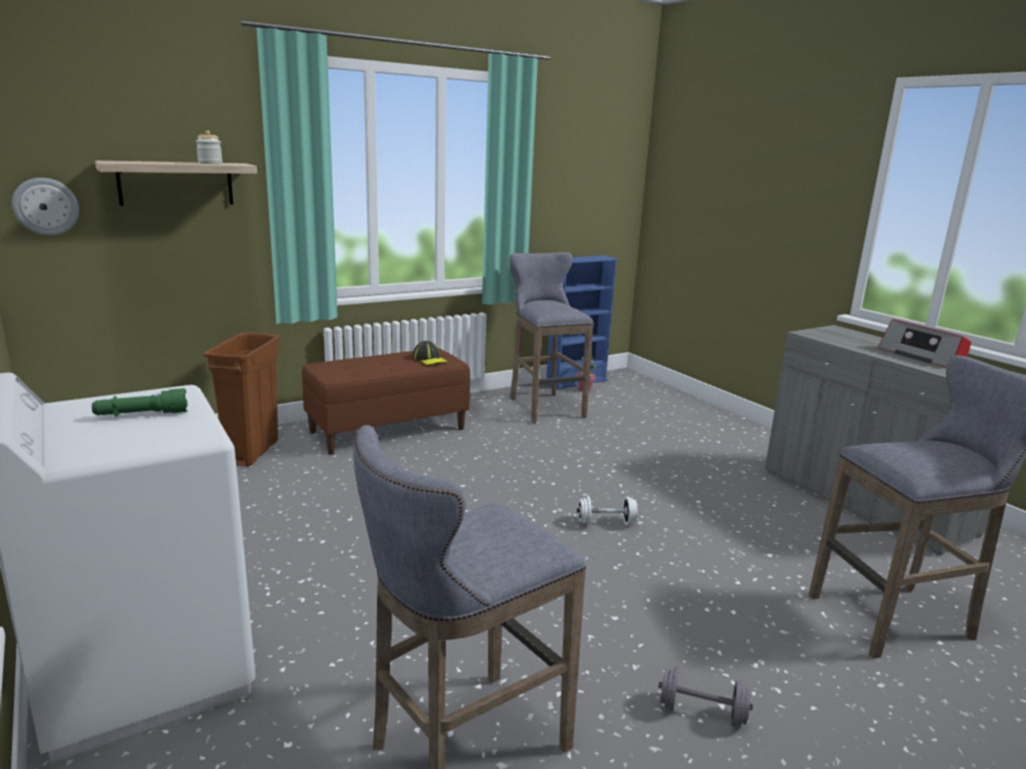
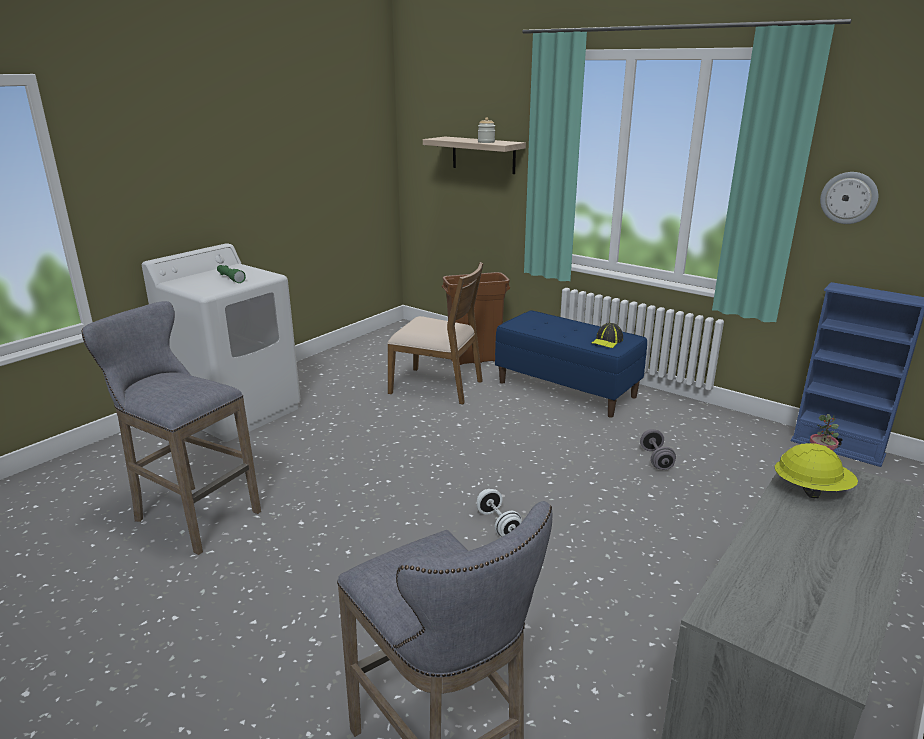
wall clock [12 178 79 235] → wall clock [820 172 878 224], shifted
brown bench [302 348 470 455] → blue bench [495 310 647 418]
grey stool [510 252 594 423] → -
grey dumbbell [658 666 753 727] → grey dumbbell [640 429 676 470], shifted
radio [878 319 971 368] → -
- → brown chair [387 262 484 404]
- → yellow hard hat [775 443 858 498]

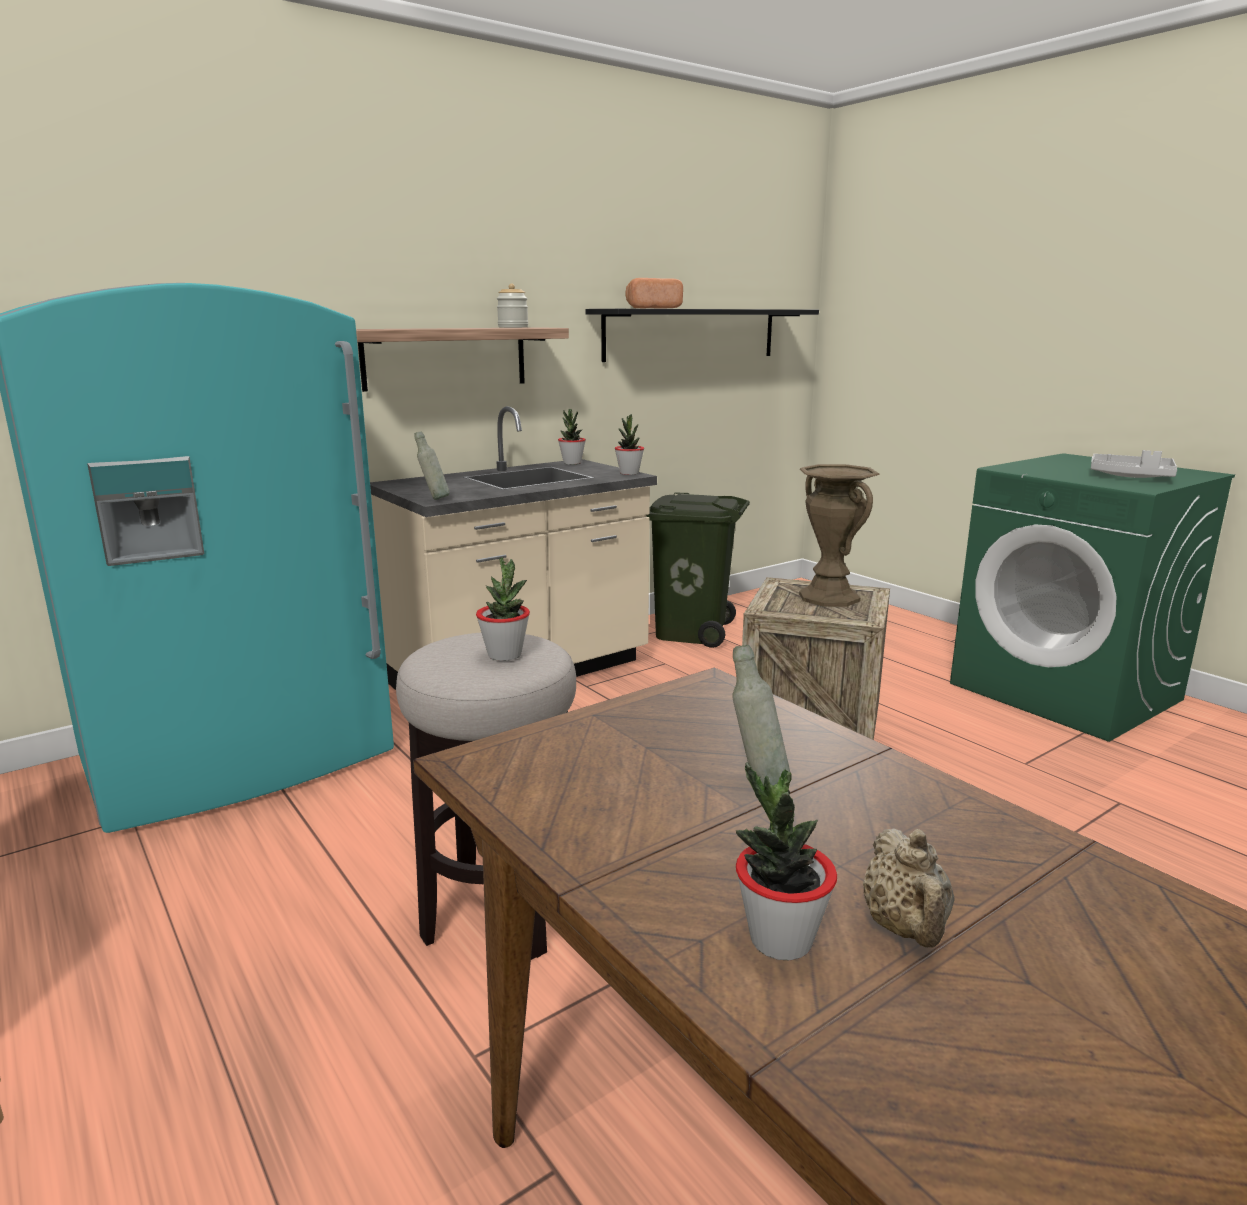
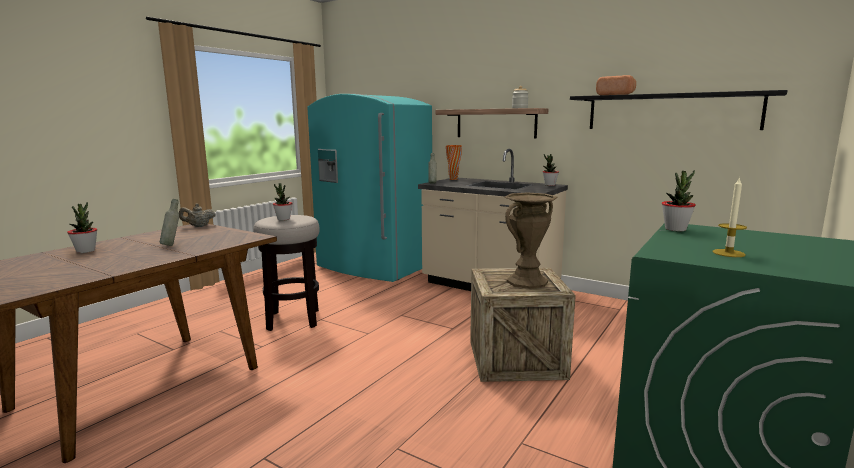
potted plant [615 414 644 475] → potted plant [662 170 696 231], shifted
green trash can [646 493 750 648] → -
beige teapot [863 828 955 948] → beige teapot [179 203 216 227], shifted
grey tray [1091 450 1177 478] → candle [712 176 747 257]
- → orange vase [446 145 462 180]

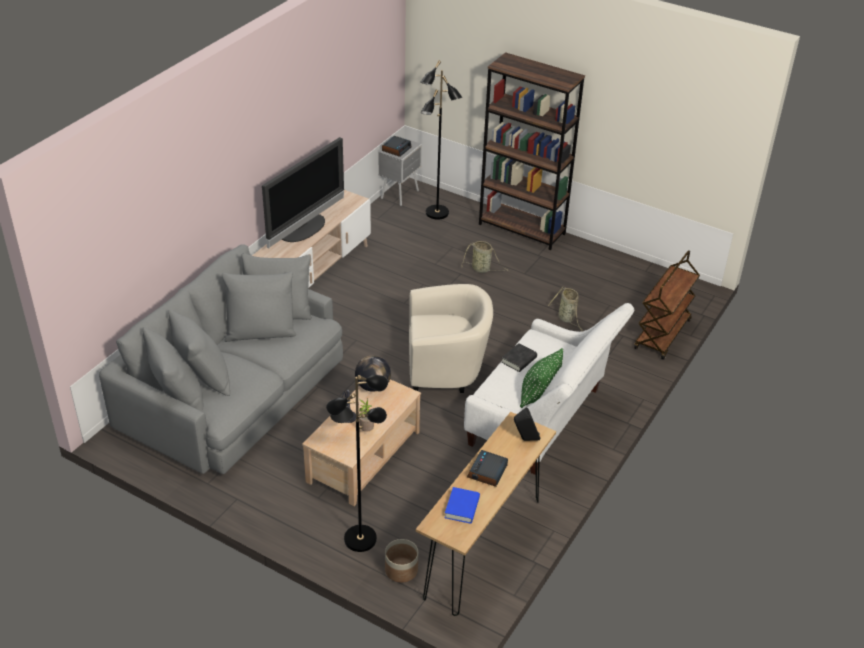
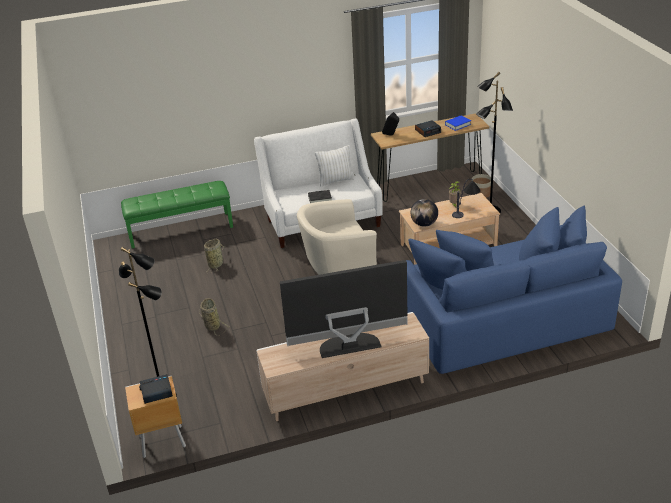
grey sofa [99 244 343 474] → blue sofa [406 206 622 374]
grey nightstand [378 136 422 206] → brown nightstand [125 376 186 458]
beige armchair [409 284 493 393] → beige armchair [297 199 377 275], 60 degrees counterclockwise
brown bookcase [479 52 585 250] → -
green pillow [520 348 563 408] → white pillow [315 145 355 187]
brown cart [634 250 700 360] → green bench [121 181 233 249]

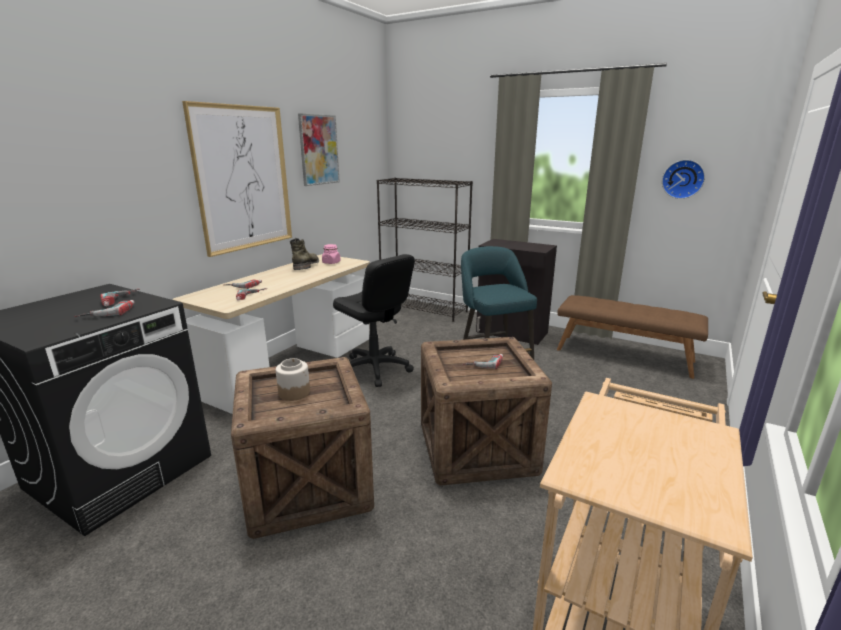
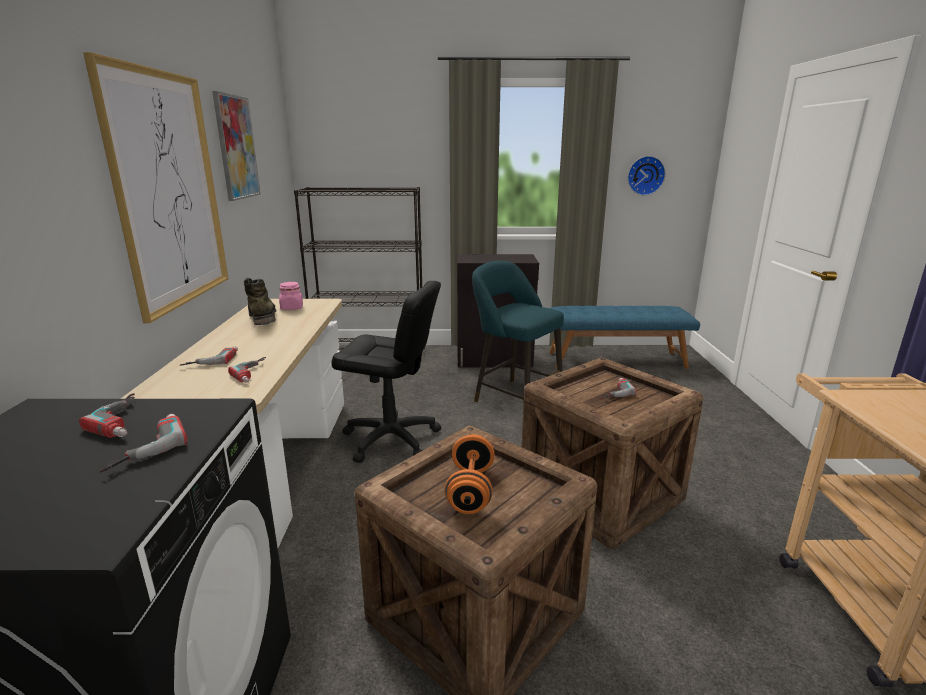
jar [276 358 310 401] → orange dumbbell [445 434 495 514]
brown bench [557 295 708 379] → blue bench [549 306 700 369]

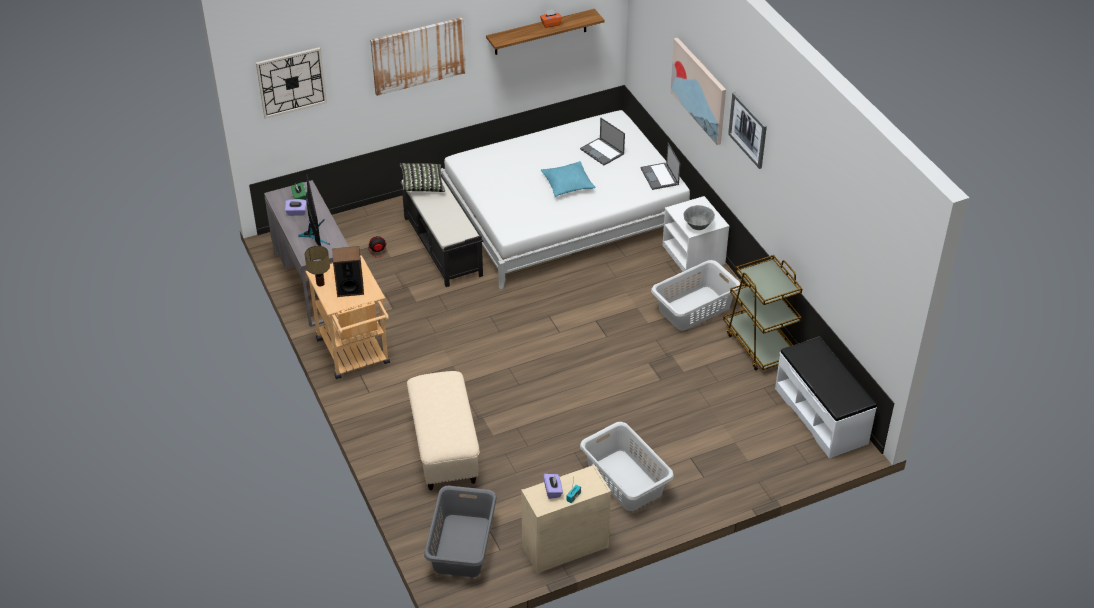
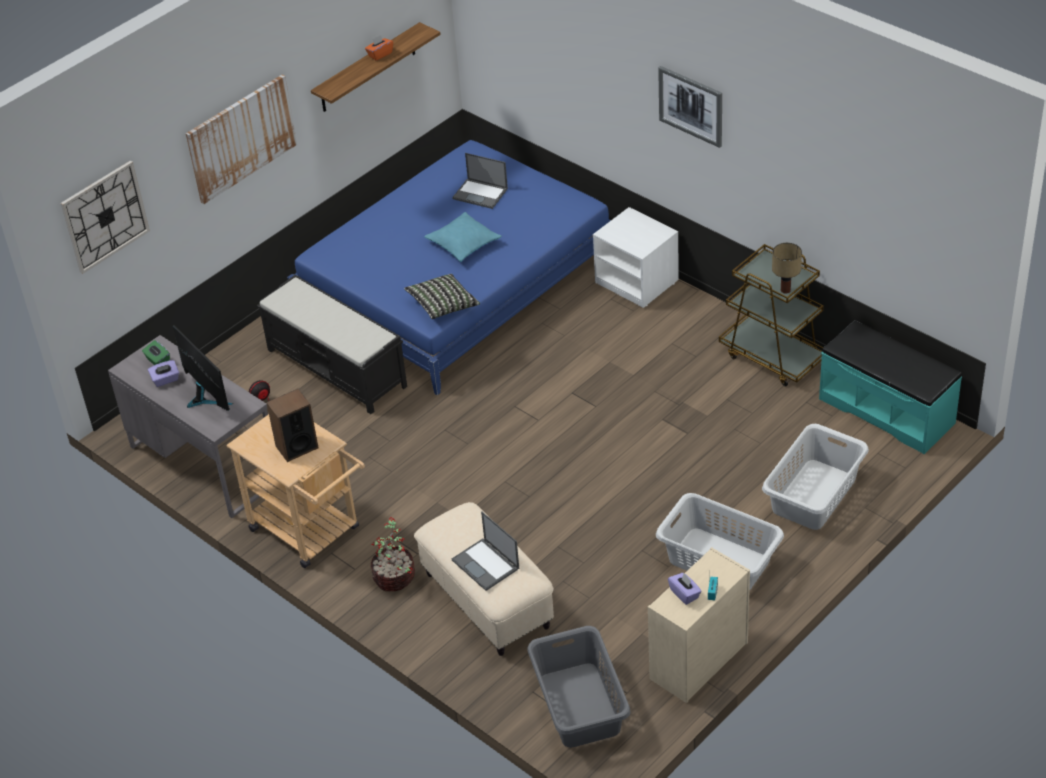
table lamp [305 246 330 286] → table lamp [772 243 802 294], shifted
pillow [400 163 445 192] → pillow [404 274 480 319], shifted
white bed [441 110 690 290] → blue bed [287 140 611 395]
laptop [640 143 681 190] → laptop [452 512 519 591], shifted
grey laundry basket [651 260 740 331] → grey laundry basket [762 424 869 530], shifted
picture [670 38 726 145] → -
grey bowl [683 205 715 230] → -
white bench [775 336 877 458] → turquoise bench [819 320 962 454]
- → potted plant [371 517 415 591]

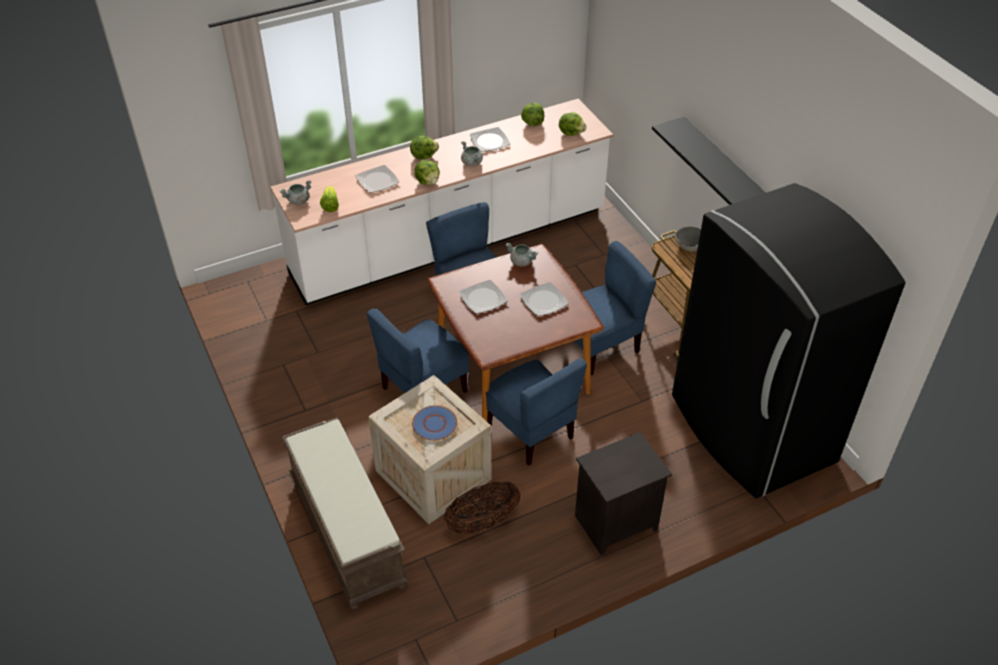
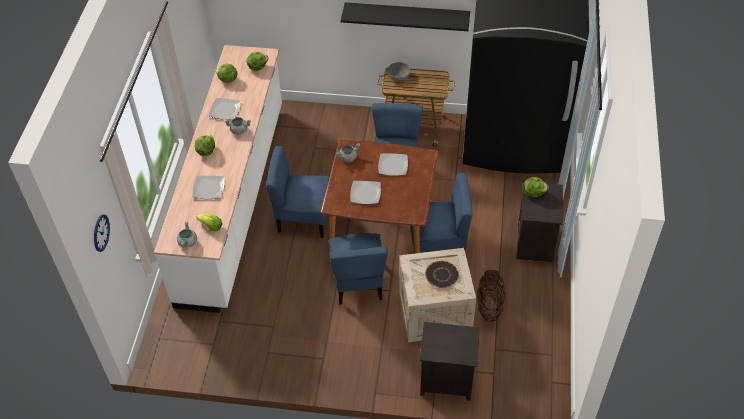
brown bench [282 417 409 610] → black nightstand [420 322 480 401]
blue plate [412 405 457 441] → black plate [425 261 459 288]
lettuce [415 160 440 185] → lettuce [524 177 548 197], shifted
- → wall clock [94 214 110 252]

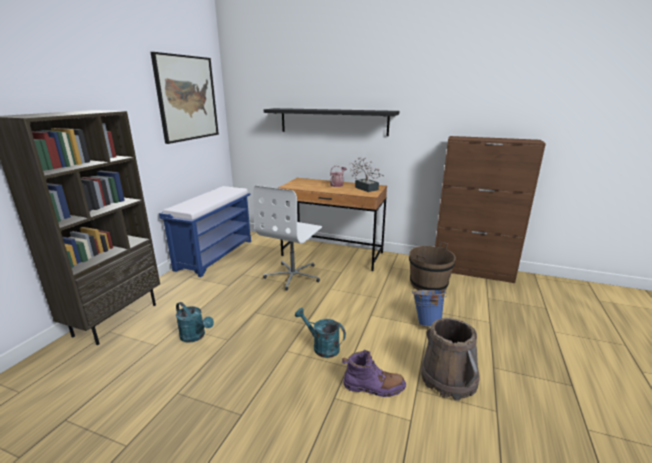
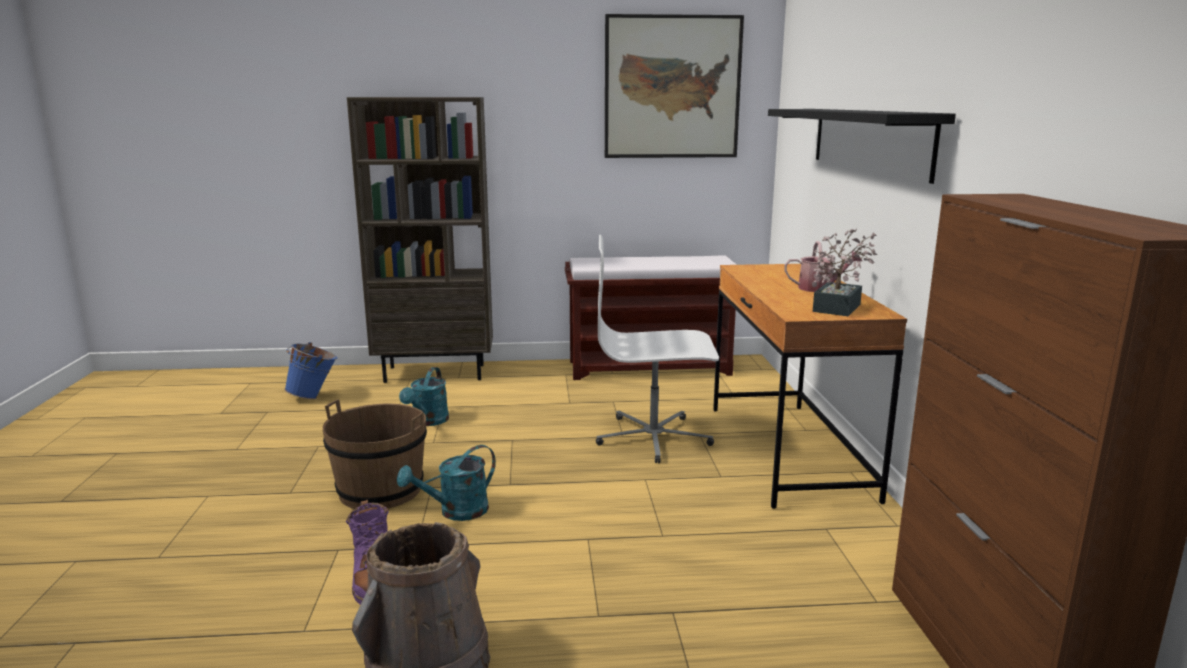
blue bench [159 186 251 277] → brown bench [565 255 737 380]
turquoise watering can [295 308 346 358] → turquoise watering can [397 445 496 521], 135 degrees counterclockwise
brown bucket [409 242 456 291] → brown bucket [323 399 427 509], shifted
blue bucket [412 289 447 327] → blue bucket [284 342 337 399], shifted

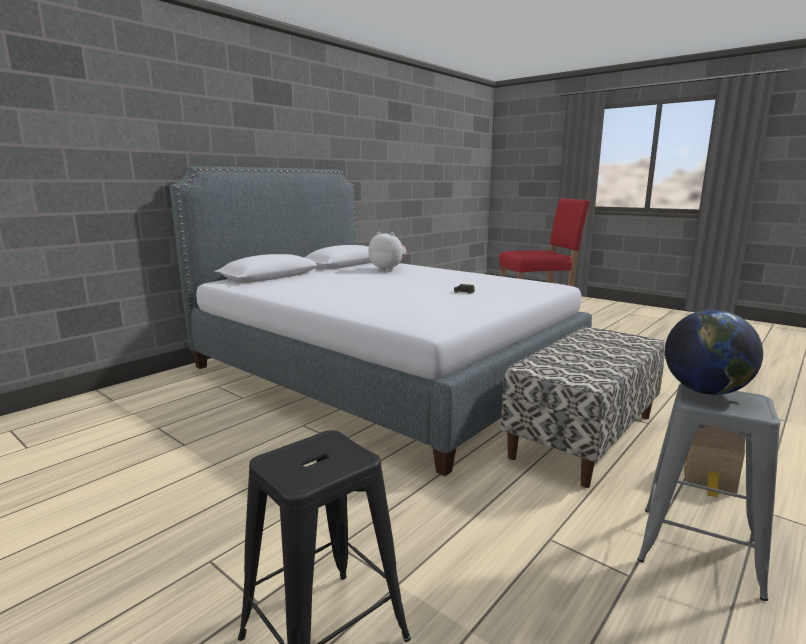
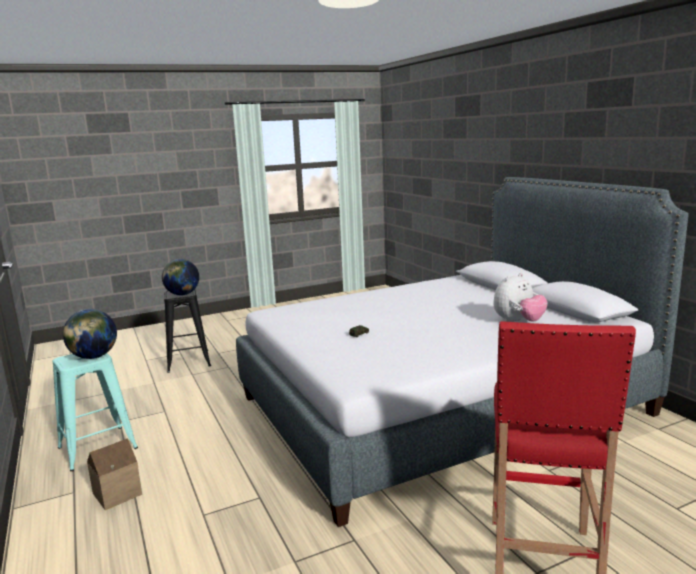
bench [501 326 665 488] → -
grey stool [637 384 780 601] → turquoise stool [53 353 138 471]
- → globe [162 259 199 296]

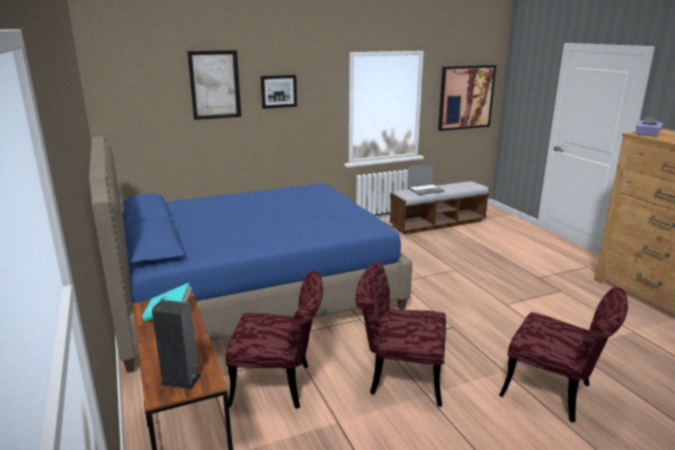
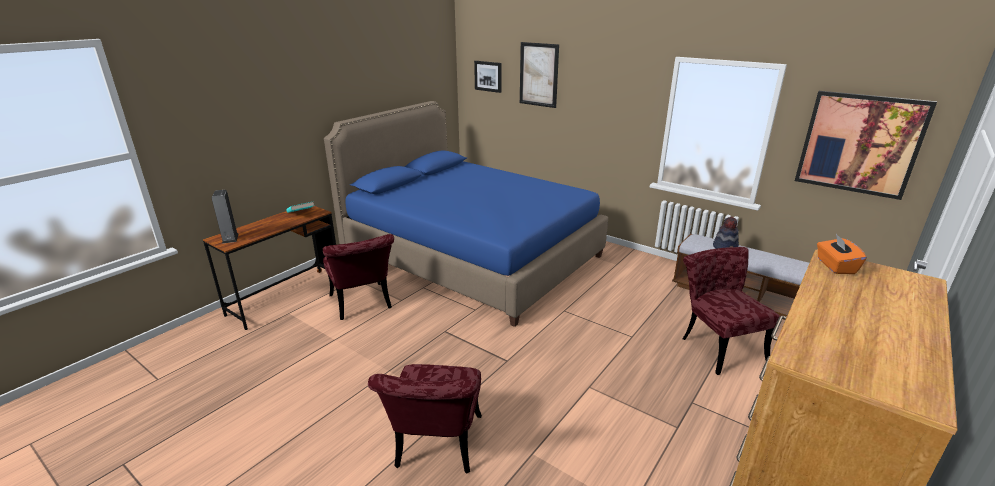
picture [260 75 297 109] → picture [474 61 502 93], shifted
red chair [356 262 446 407] → red chair [683 247 780 375], shifted
laptop [408 164 445 195] → hat [713 217 739 249]
purple tissue box [636 117 663 136] → orange tissue box [817 234 867 274]

